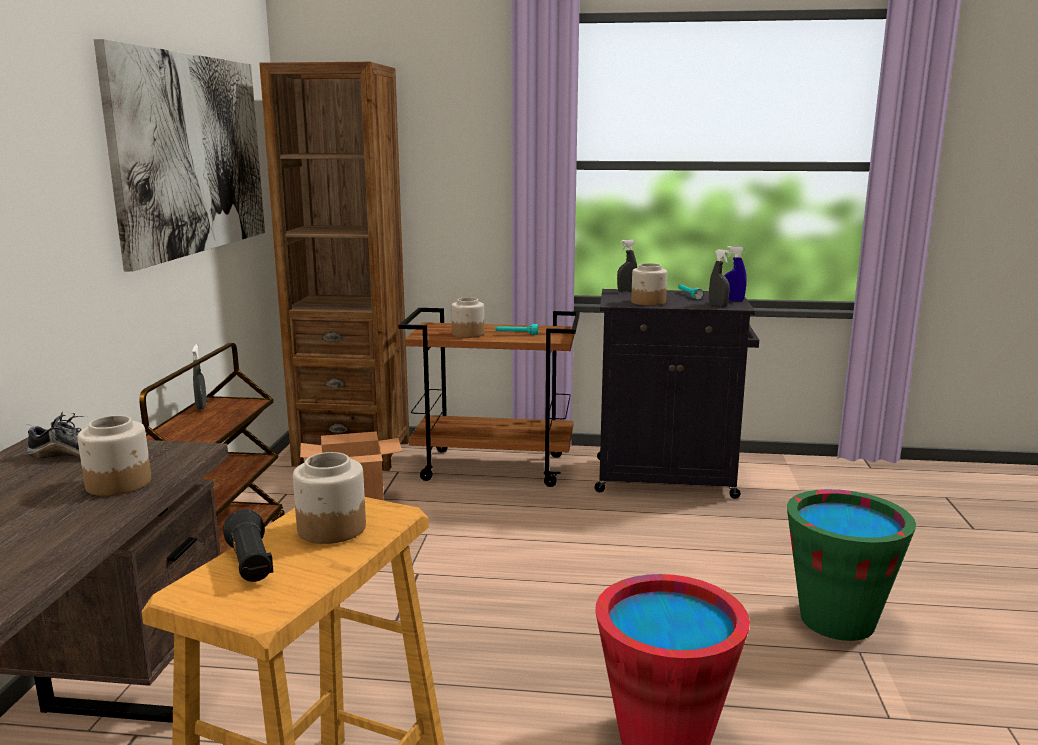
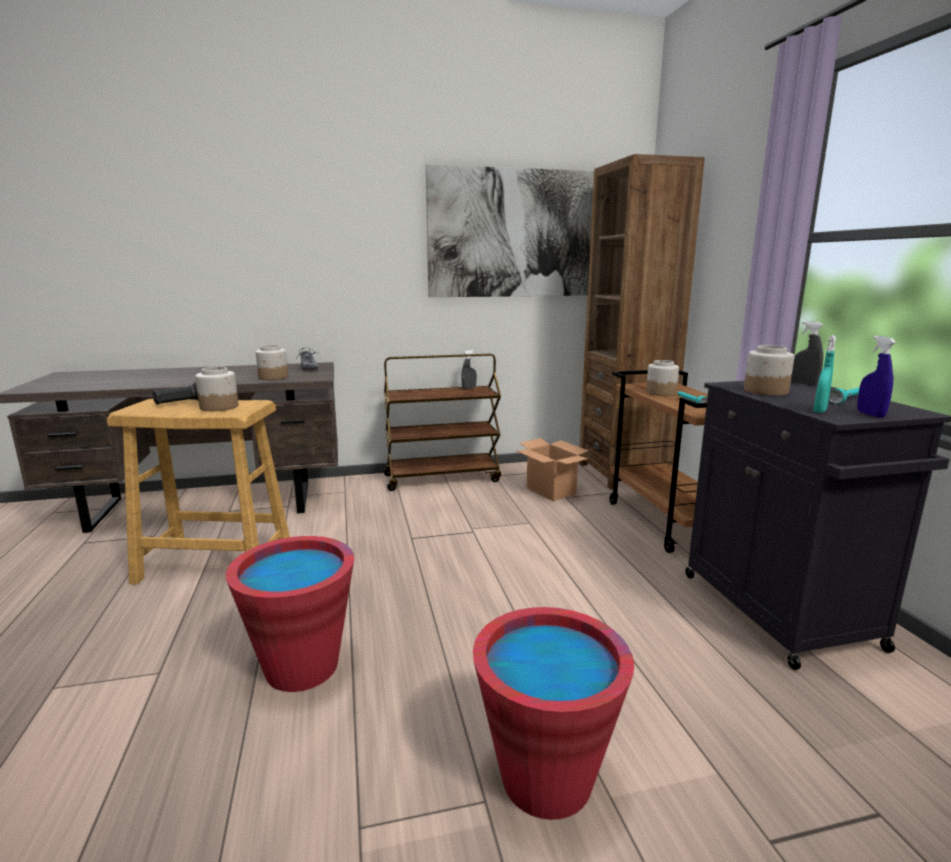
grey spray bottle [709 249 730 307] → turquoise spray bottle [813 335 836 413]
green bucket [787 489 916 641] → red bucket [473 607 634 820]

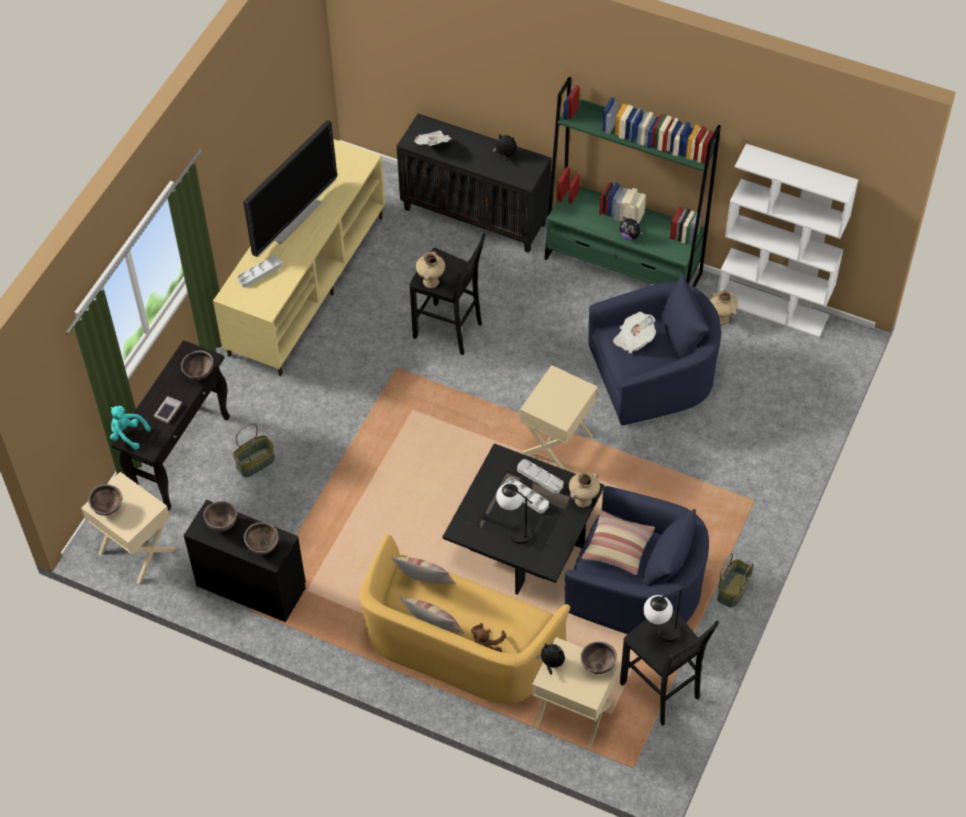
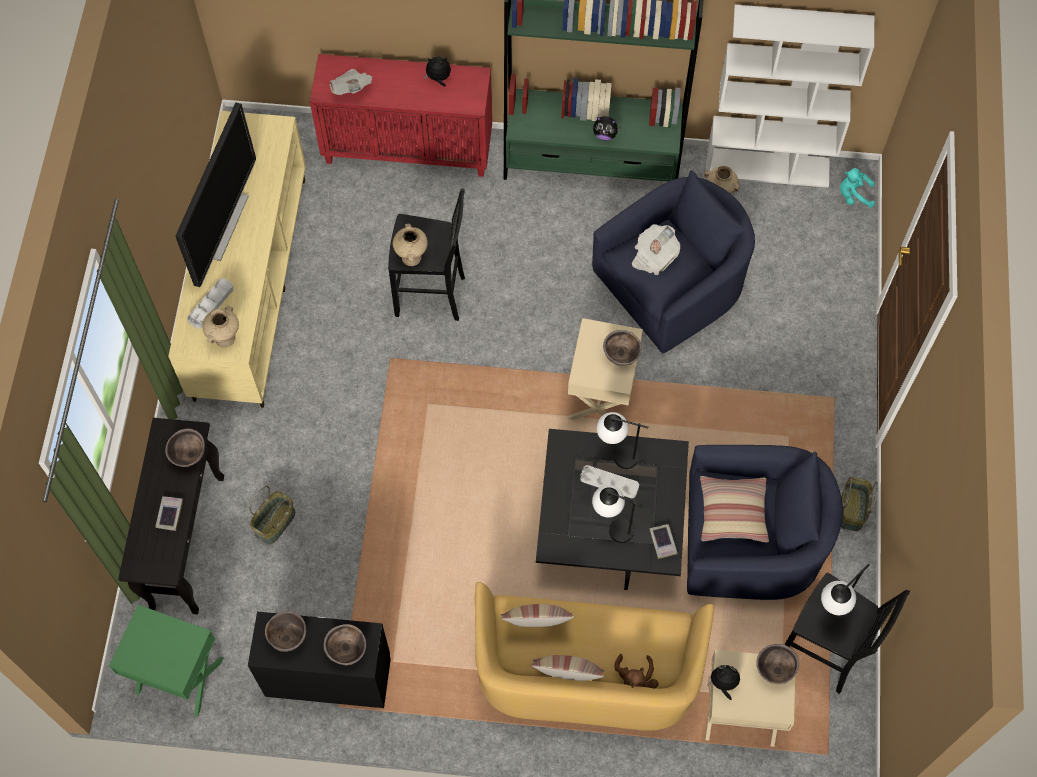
beige side table [81 472 176 584] → green side table [109 605 223 717]
brown bowl [88 484 122 516] → brown bowl [603 330 642 366], shifted
turquoise plush toy [110 406 151 450] → turquoise plush toy [840 168 875 208], shifted
black cabinet [397 113 551 253] → red cabinet [310 54 492 177]
grey tray [517 459 563 494] → table lamp [597 412 649 469]
beige vase [569 472 600 508] → beige vase [202 306 239 348], shifted
- → book [649 524 677 559]

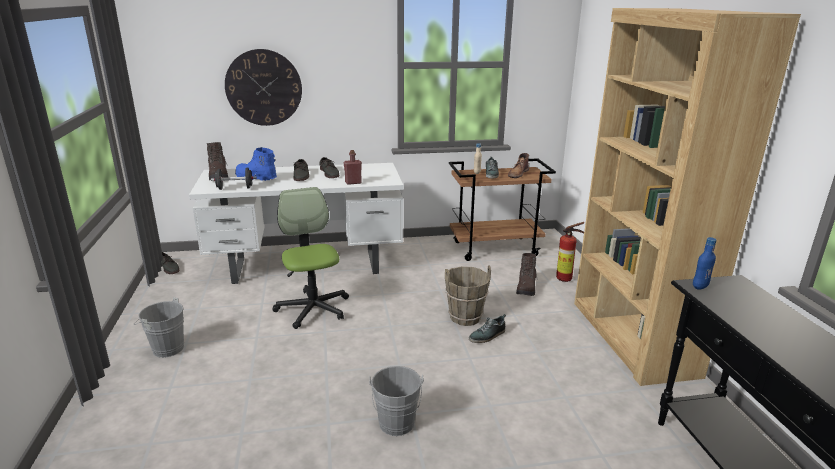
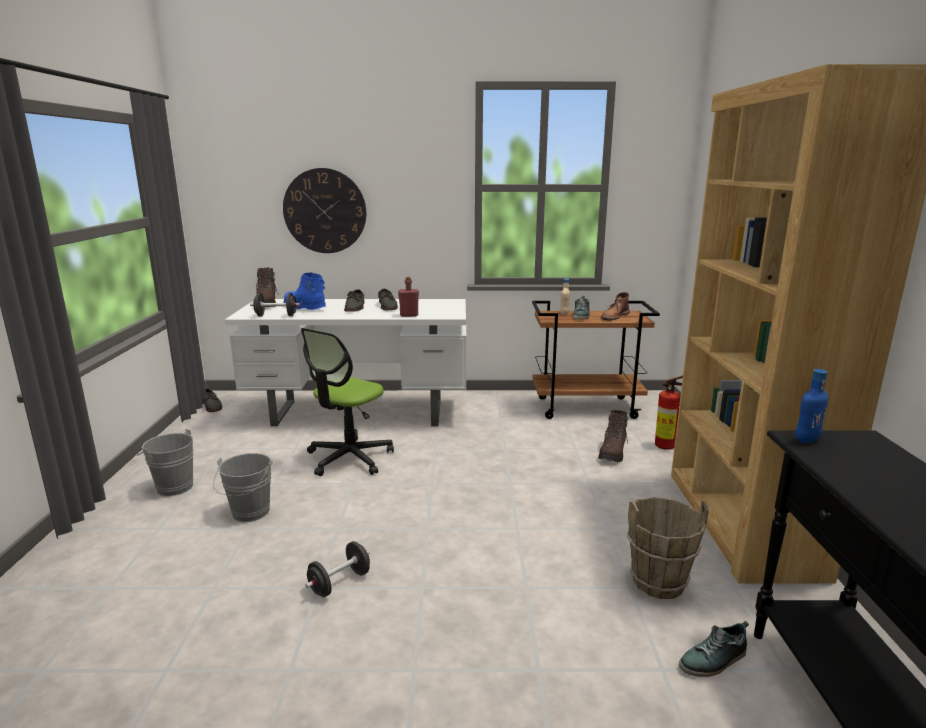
office chair [272 187 349 329] → office chair [301 328 394 476], 135 degrees counterclockwise
grey bucket [369 366 424 436] → grey bucket [213 453 272 522], shifted
brown bucket [445 265 491 326] → brown bucket [627 497 709 599], shifted
shoe [469 314 506 343] → shoe [679 621 749 677], shifted
- → black dumbbell [305 541 370 597]

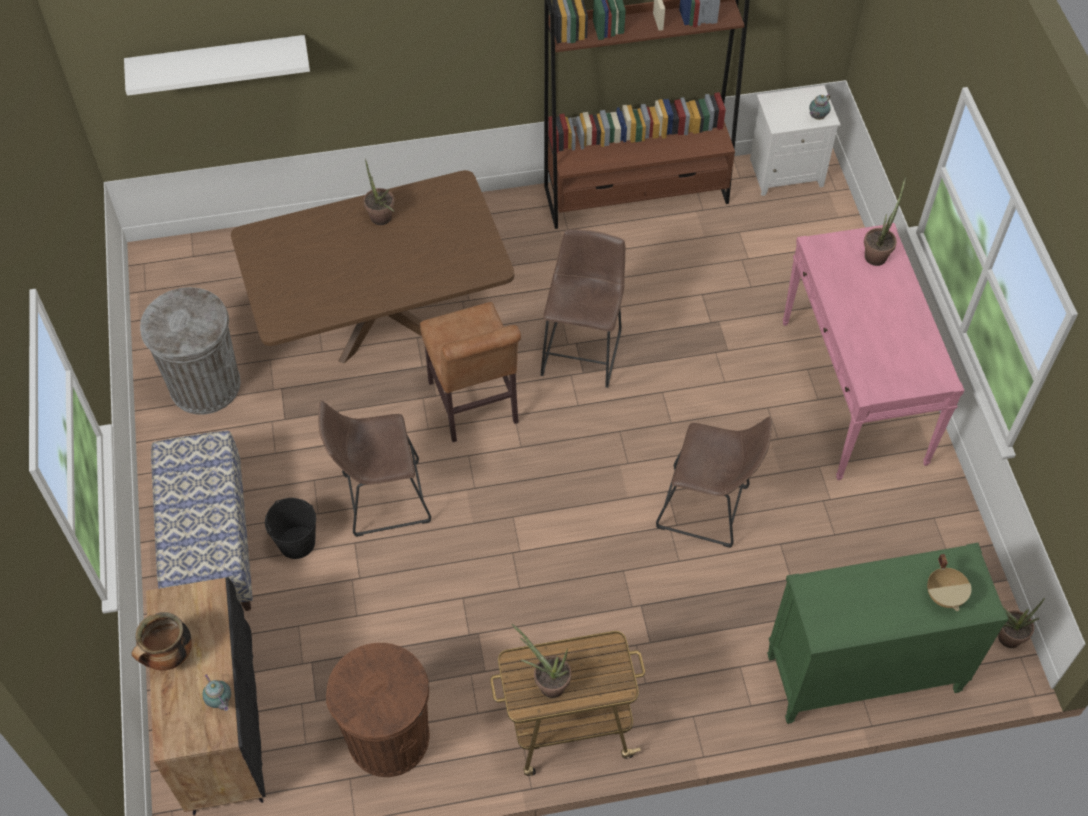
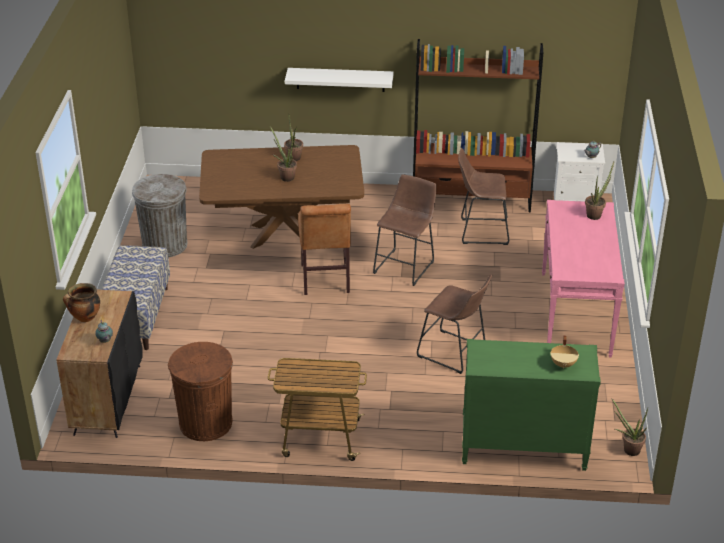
white shelf [124 35 310 96] → white shelf [285 68 394 92], shifted
black bucket [265 498 316 559] → -
brown stool [318 401 431 537] → brown stool [458 148 509 245], shifted
potted plant [511 624 571 698] → potted plant [270 126 297 182], shifted

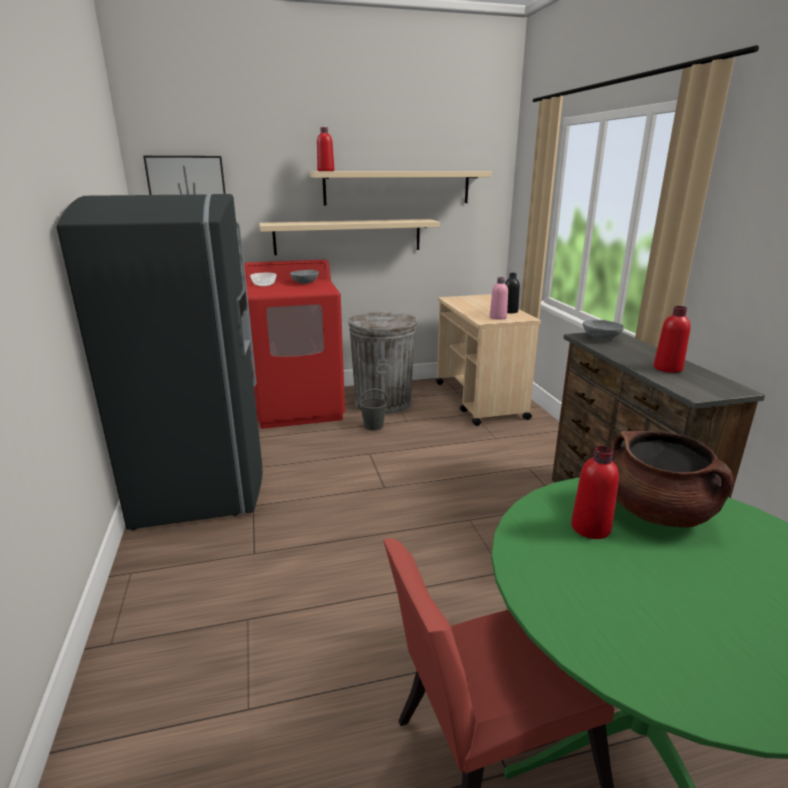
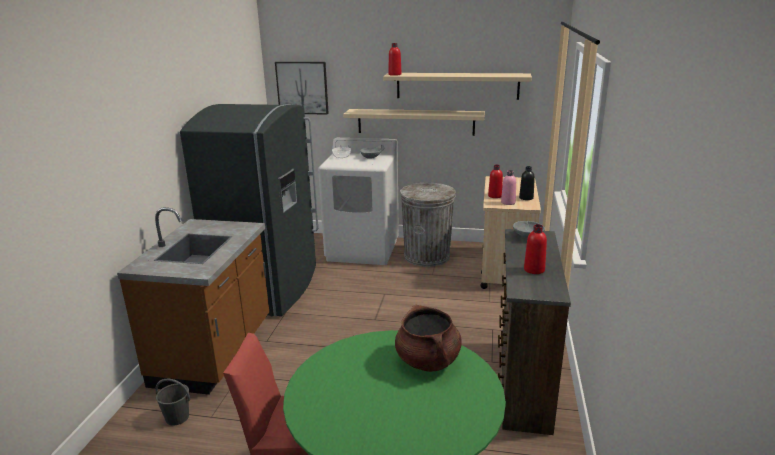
red washing machine [244 260 345 429] → white washing machine [318 138 399 265]
grey bucket [358 388 389 430] → grey bucket [155 379 190 426], shifted
red bottle [571 445 619 539] → red bottle [488 165 503 198], shifted
- → brown counter [117 207 269 395]

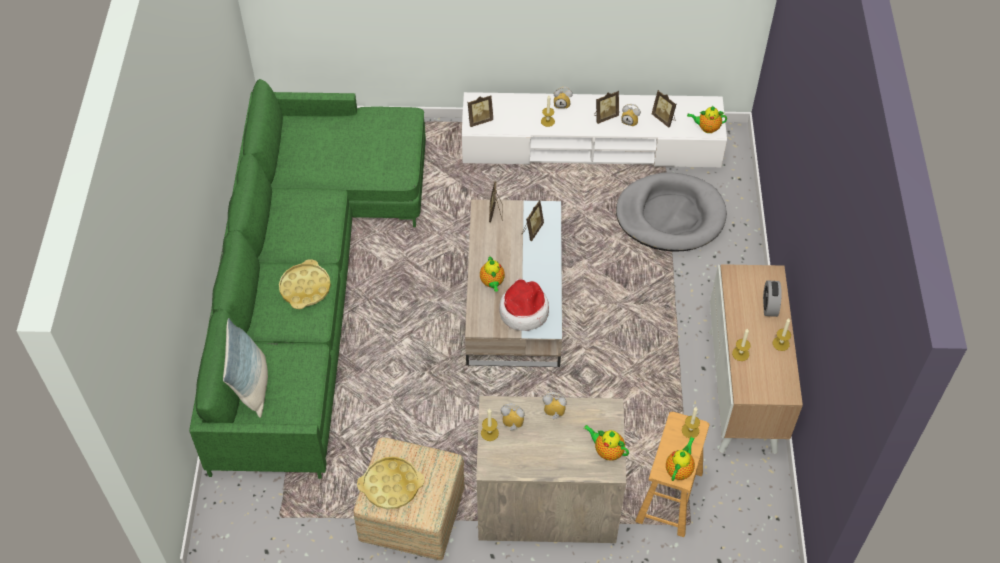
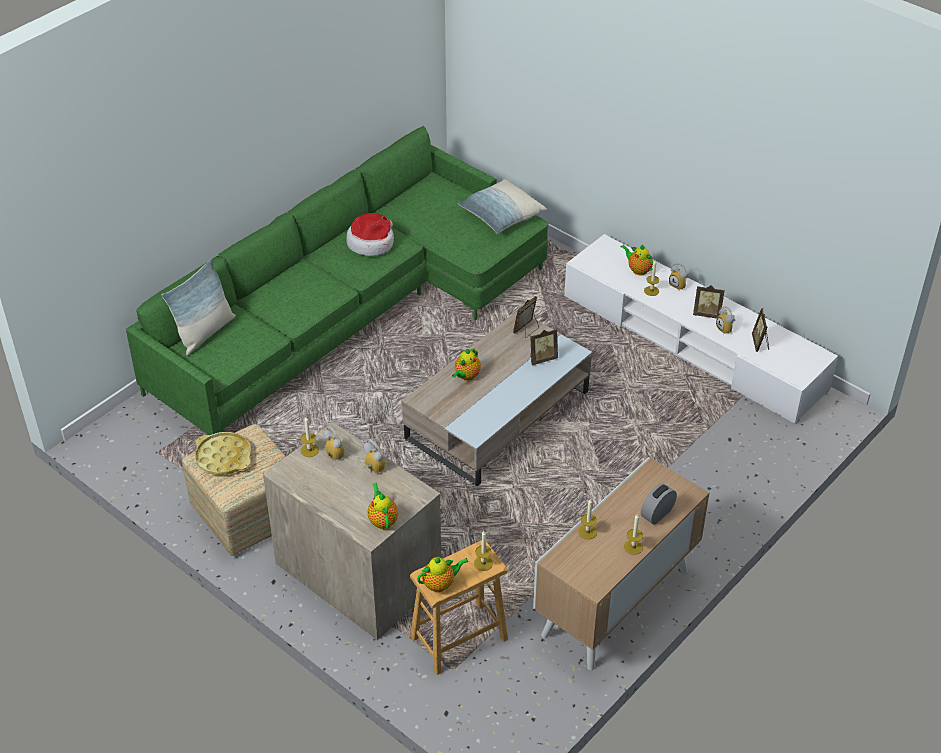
yellow tray [279 260 331 309] → -
picture frame [468 96 493 127] → -
hat [499 279 549 331] → hat [346 213 394 256], shifted
grey dog bed [616 173 727 251] → -
teapot [687 106 727 133] → teapot [621 244 653 276], shifted
- → pillow [457 179 547 234]

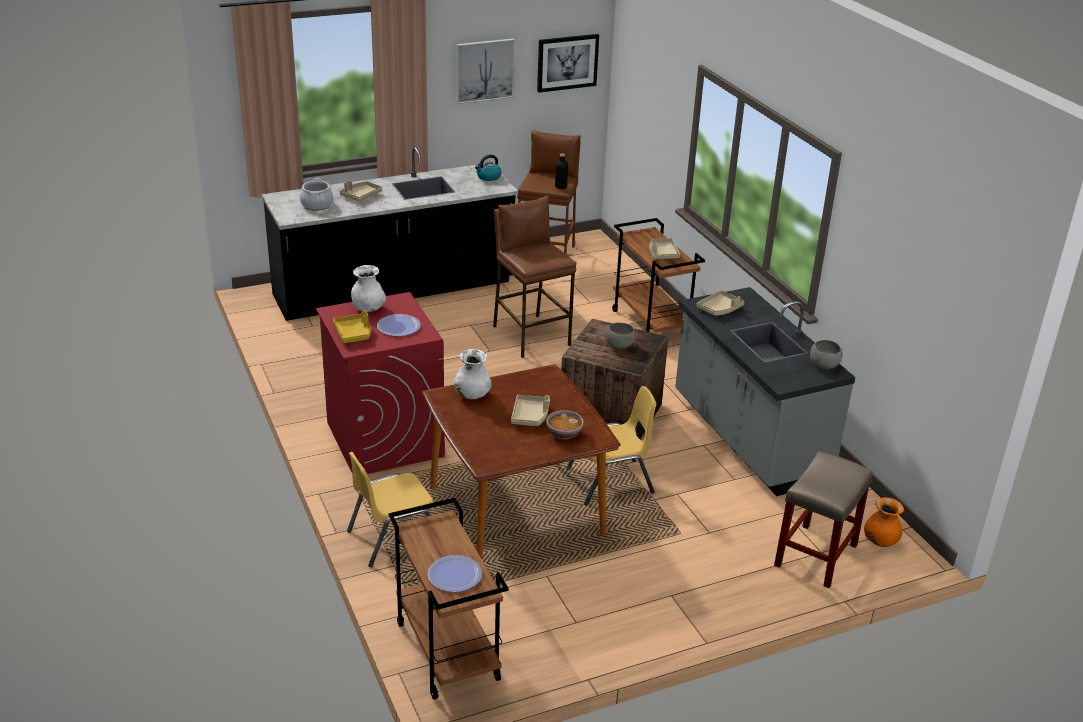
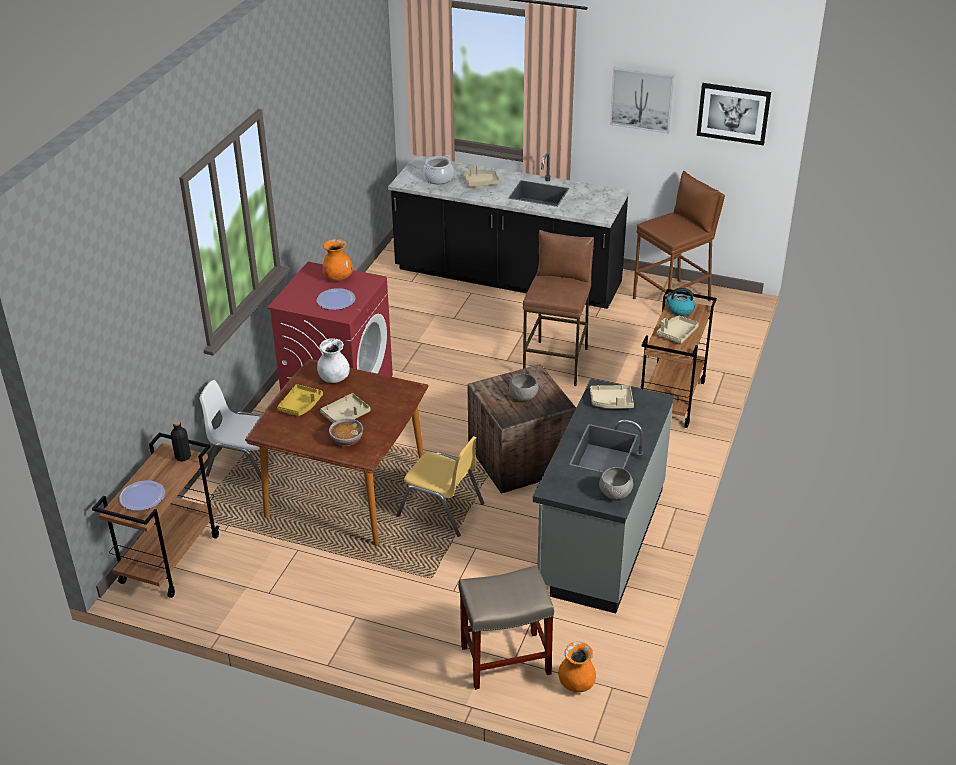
yellow tray [333 311 371 343] → yellow tray [277 384 323 416], shifted
yellow chair [347 452 433 567] → white chair [200 380 287 487]
white vase [351 265 386 312] → orange vase [323 239 353 281]
kettle [475 154 501 181] → kettle [665 288 695 316], shifted
black bottle [555 154 568 189] → black bottle [171 420 191 462], shifted

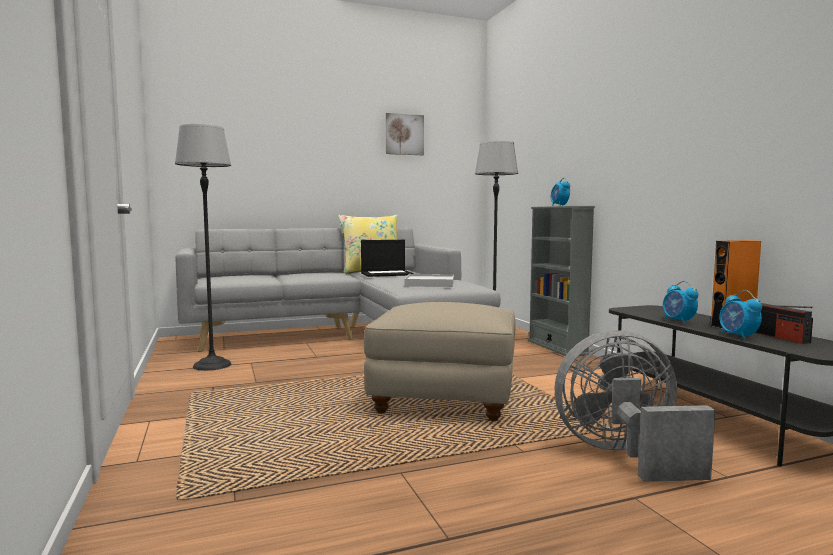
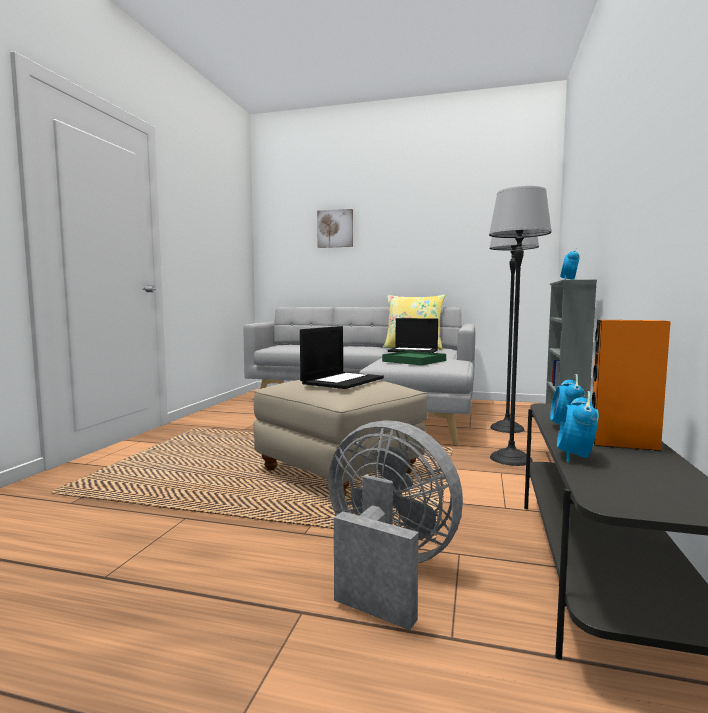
floor lamp [175 124 231 371] → floor lamp [489 186 552 466], shifted
picture [386 113 424 155] → picture [317 209 353 248], shifted
white tray [405 274 454 287] → green tray [382 351 446 365]
radio [755 303 813 344] → -
- → laptop [300 326 384 389]

